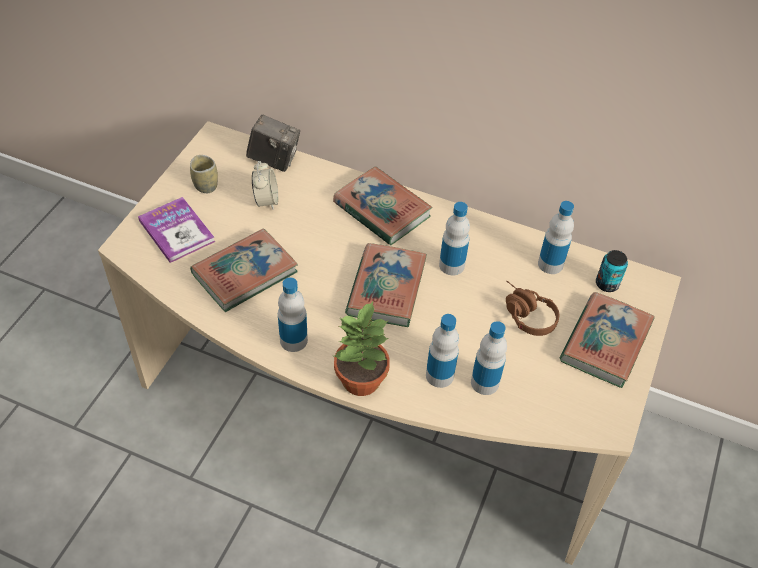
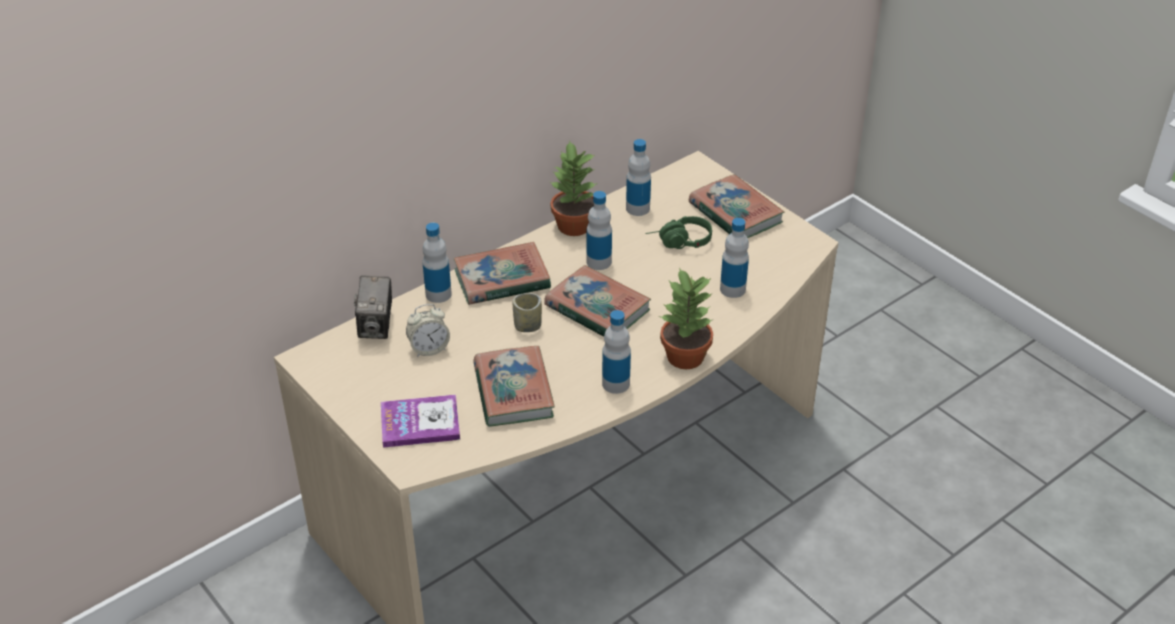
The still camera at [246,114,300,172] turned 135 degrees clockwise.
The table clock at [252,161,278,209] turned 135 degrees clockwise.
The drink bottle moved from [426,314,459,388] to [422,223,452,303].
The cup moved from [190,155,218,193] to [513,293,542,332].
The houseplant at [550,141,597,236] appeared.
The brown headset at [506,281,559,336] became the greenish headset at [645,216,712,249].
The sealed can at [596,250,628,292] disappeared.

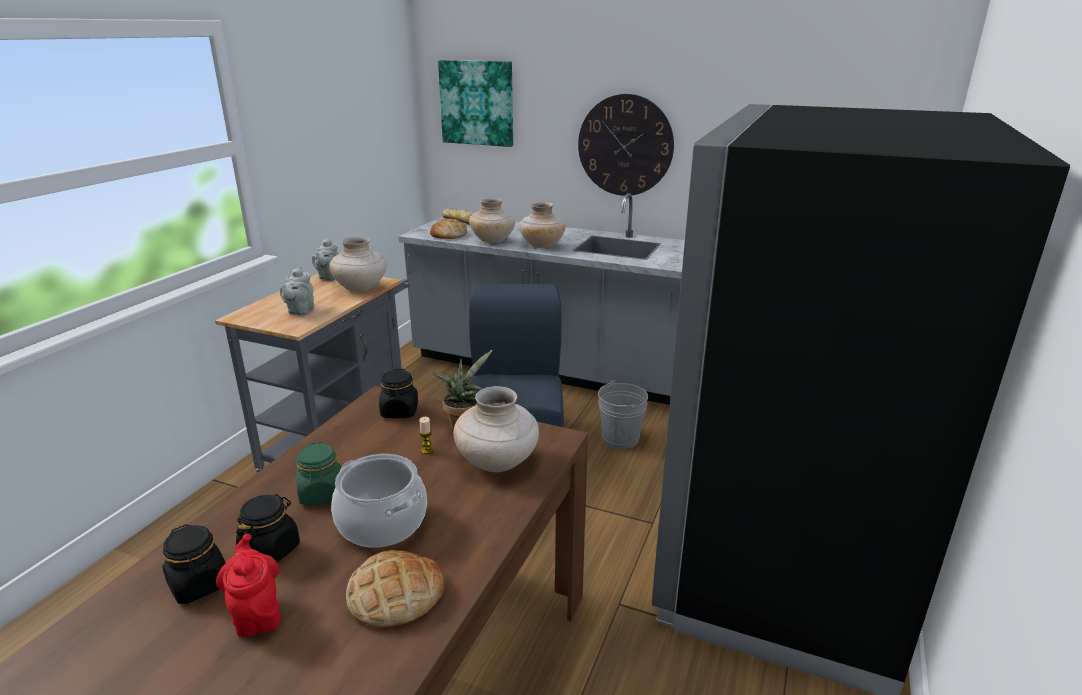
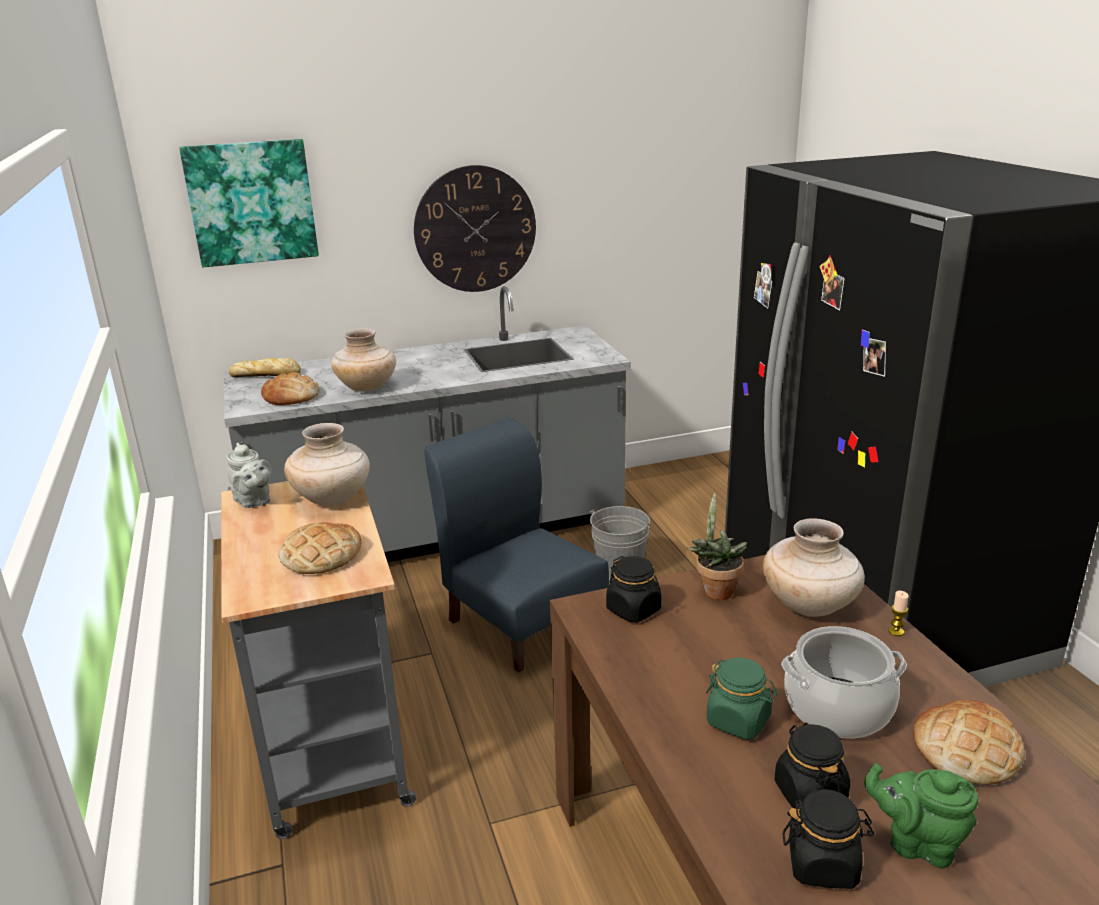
The greyish pot for tea at [280,267,314,316] was replaced by the baked bread at [279,522,361,574].
The red pot for tea at [216,534,281,637] became the greenish pot for tea at [864,763,978,868].
The wax candle moved from [419,417,433,454] to [888,591,909,636].
The beige decorative vase at [519,202,566,248] disappeared.

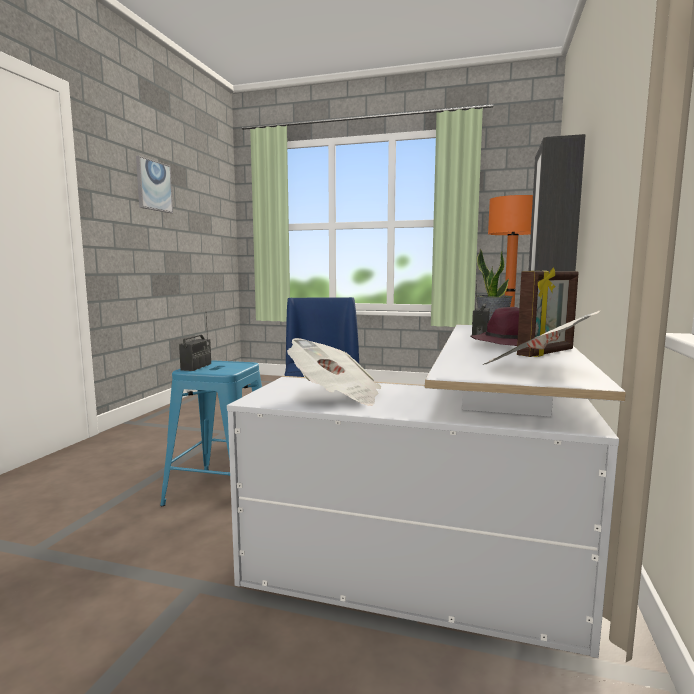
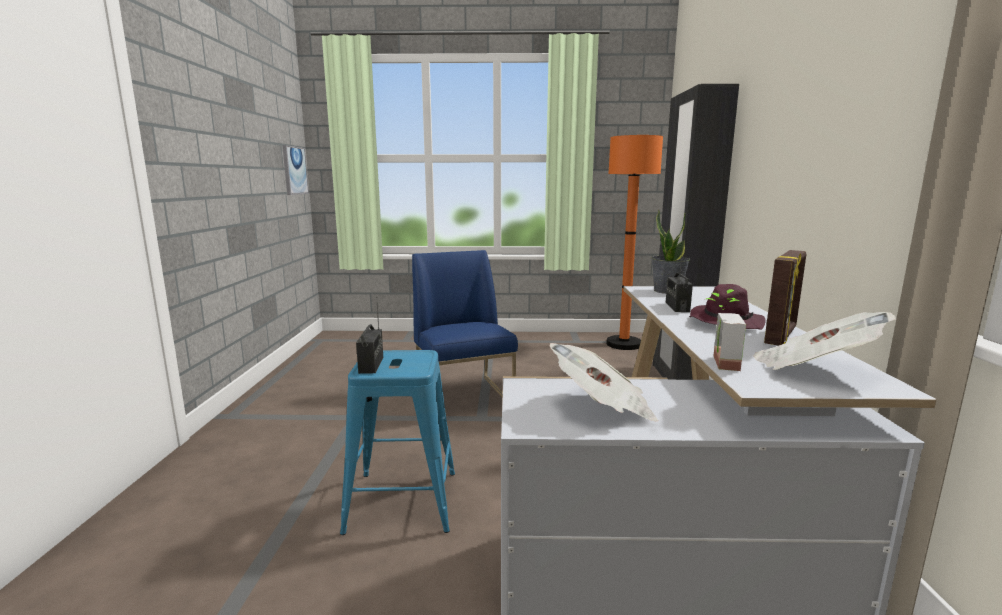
The picture moved from [136,156,173,213] to [282,145,309,195].
The houseplant at [706,289,746,371] appeared.

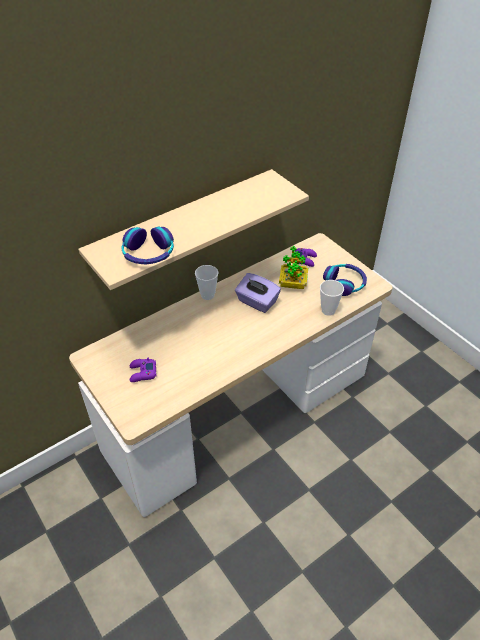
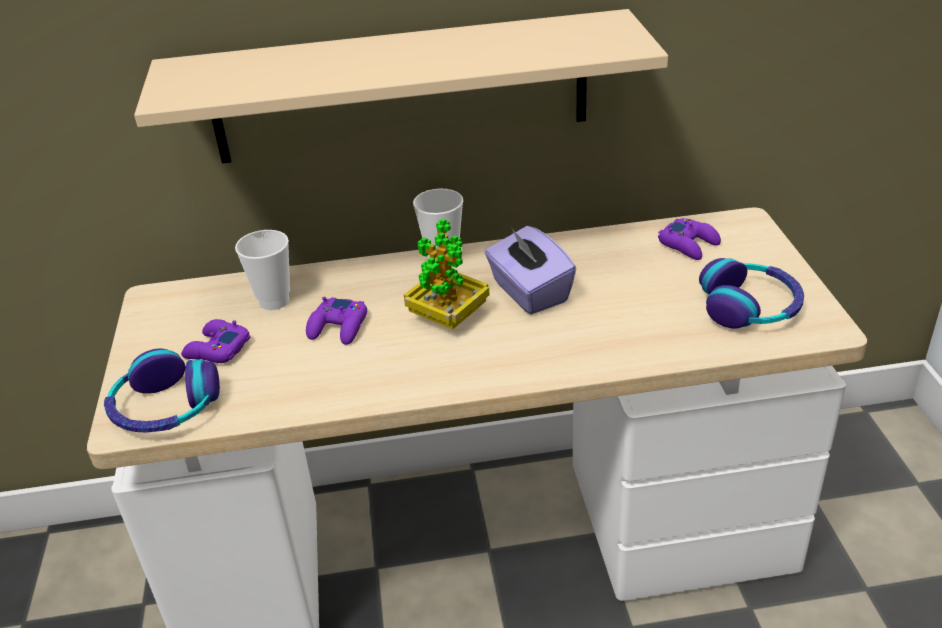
The headset moved from [122,227,174,264] to [104,349,220,432].
The cup moved from [320,280,344,316] to [235,230,290,310].
The purple-coloured game controller at [306,297,367,345] appeared.
The houseplant moved from [279,246,308,289] to [404,218,489,329].

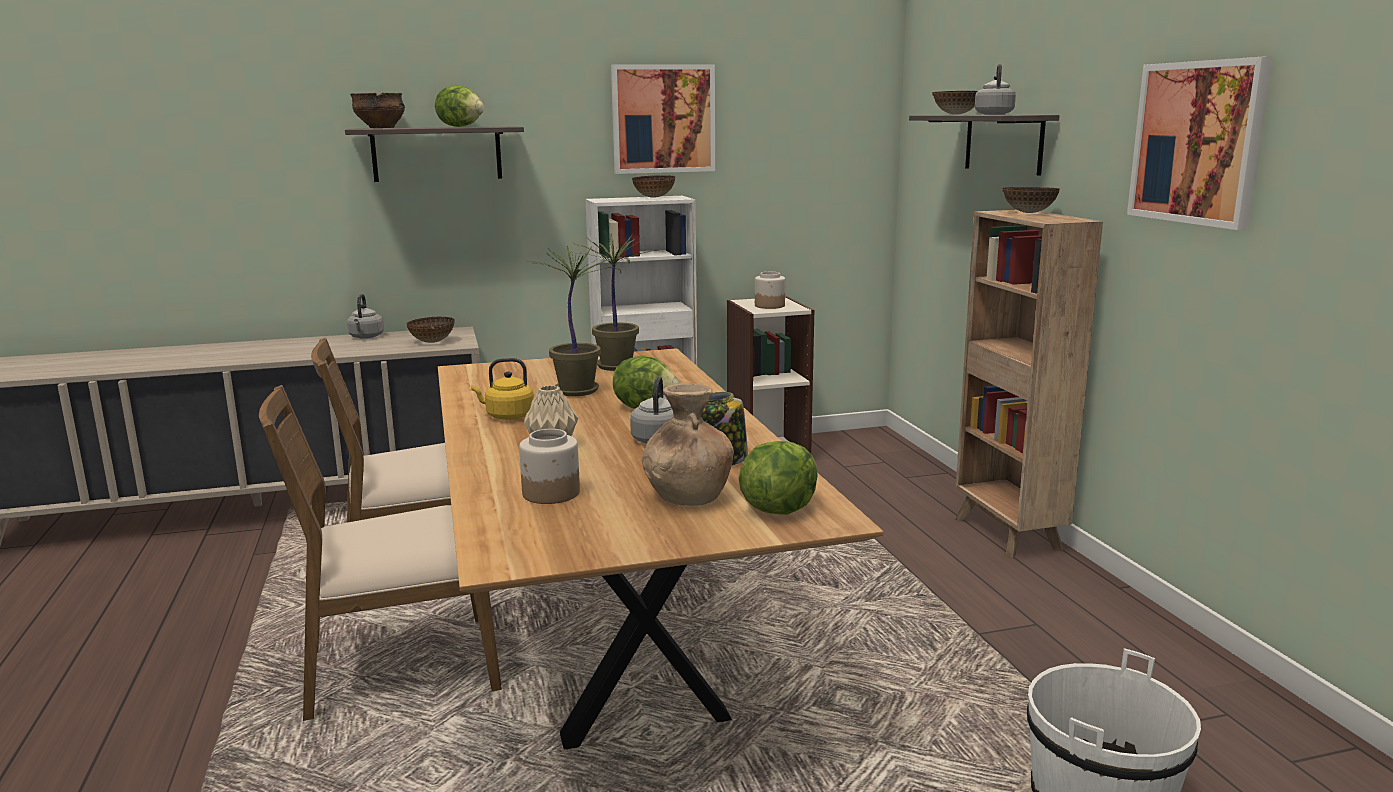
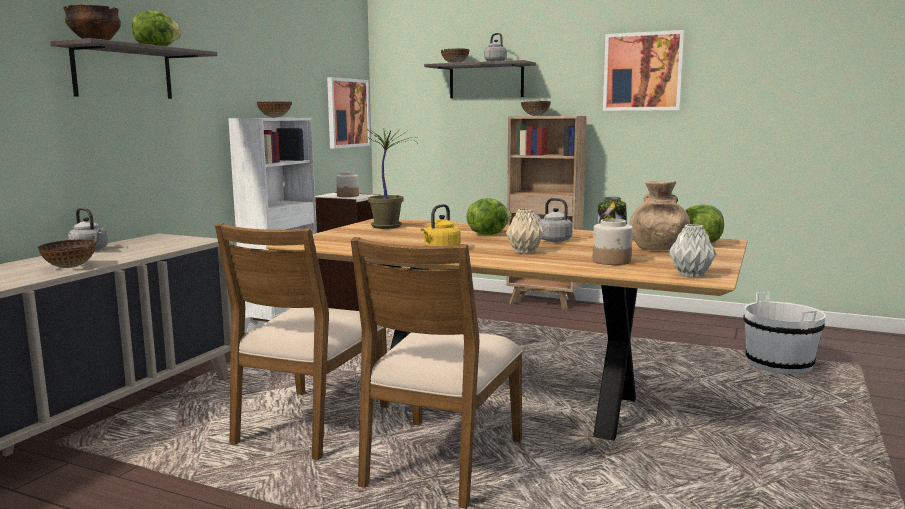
The serving bowl moved from [407,317,455,343] to [38,239,96,268].
The picture moved from [611,64,715,174] to [327,77,370,149].
The greyish decorative vase at [669,224,716,277] appeared.
The houseplant at [528,246,621,396] disappeared.

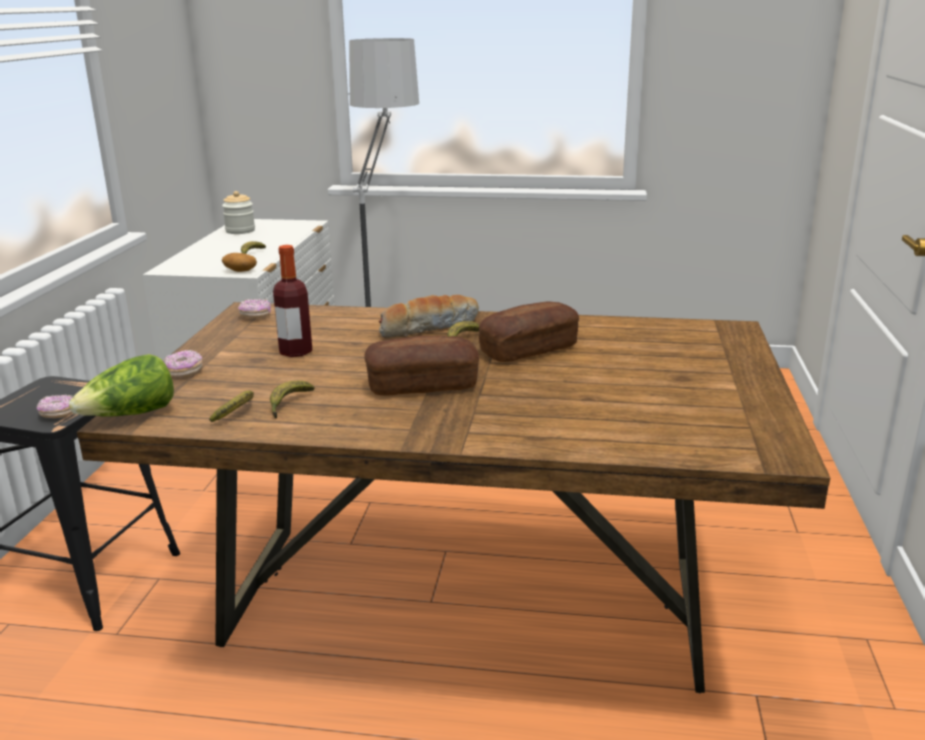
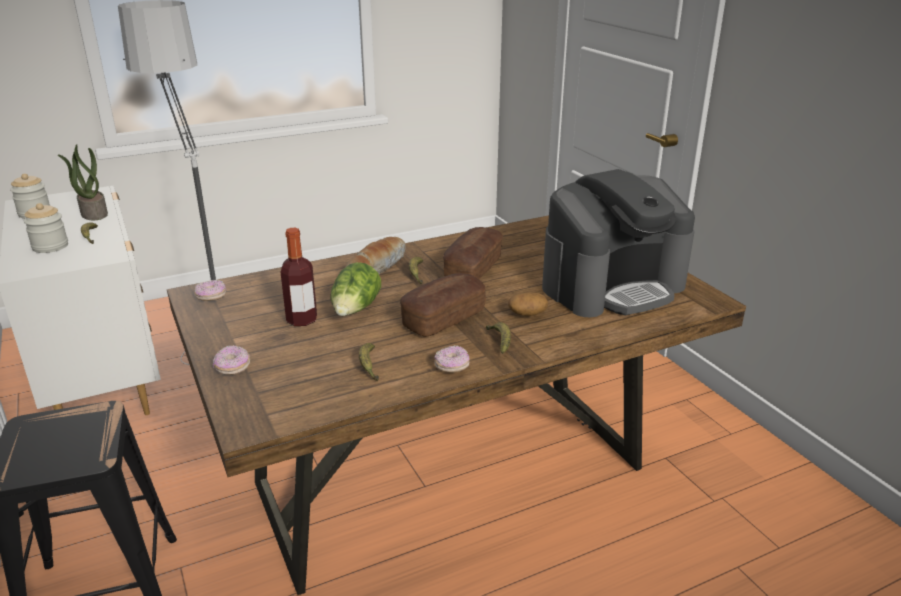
The preserve jar at [24,203,68,253] appeared.
The houseplant at [58,144,108,220] appeared.
The head of lettuce moved from [69,354,174,417] to [330,262,381,316].
The ring doughnut moved from [37,395,73,418] to [434,345,469,373].
The whole banana moved from [209,391,254,422] to [486,322,511,354].
The potato moved from [222,253,257,272] to [508,293,548,316].
The coffee brewer at [542,169,695,317] appeared.

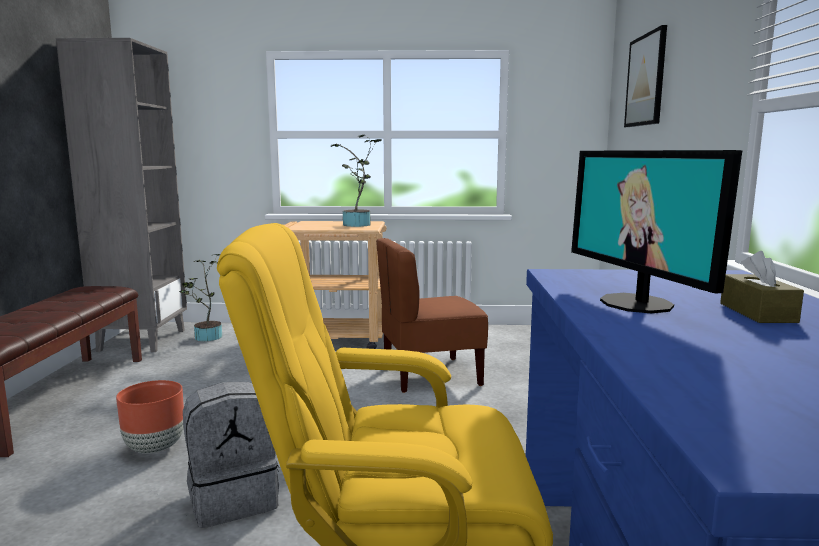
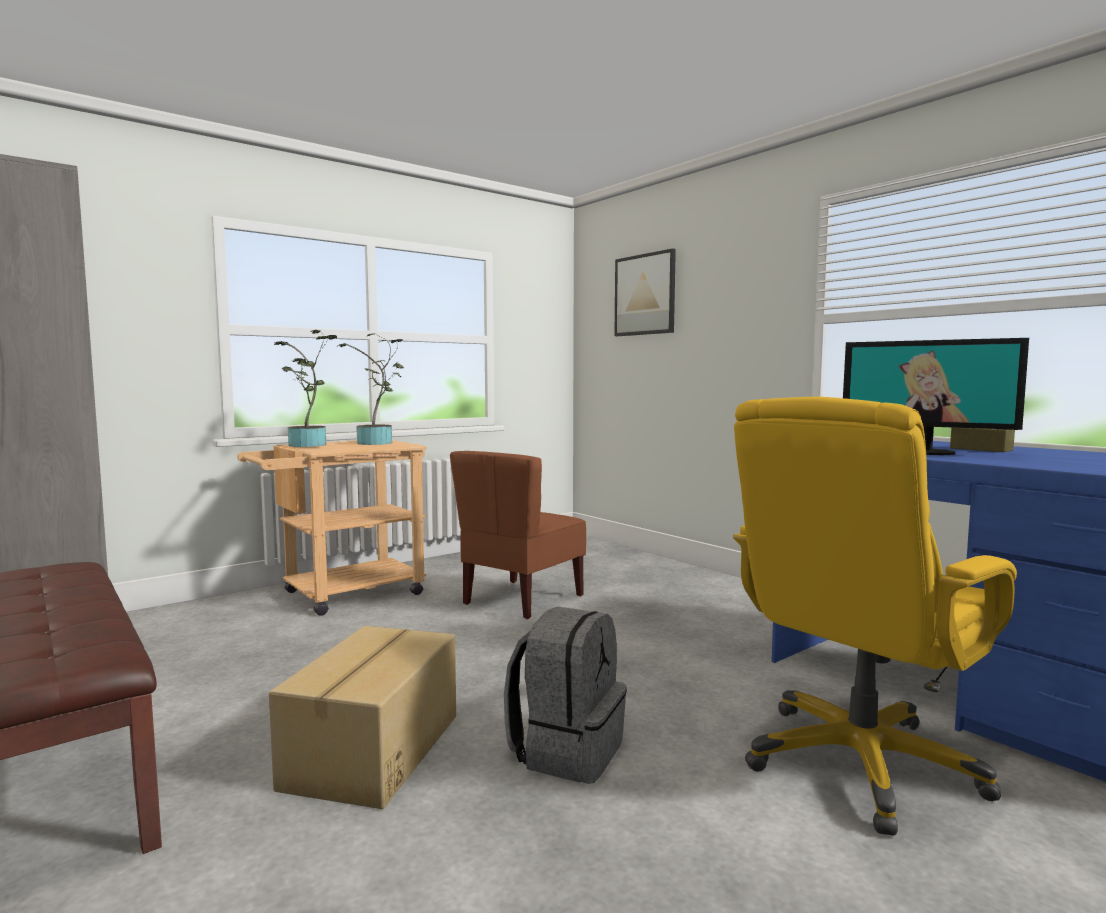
The brown plant pot at [116,380,184,454] was replaced by the packing box at [269,626,456,809].
The houseplant moved from [179,254,222,341] to [274,330,337,447].

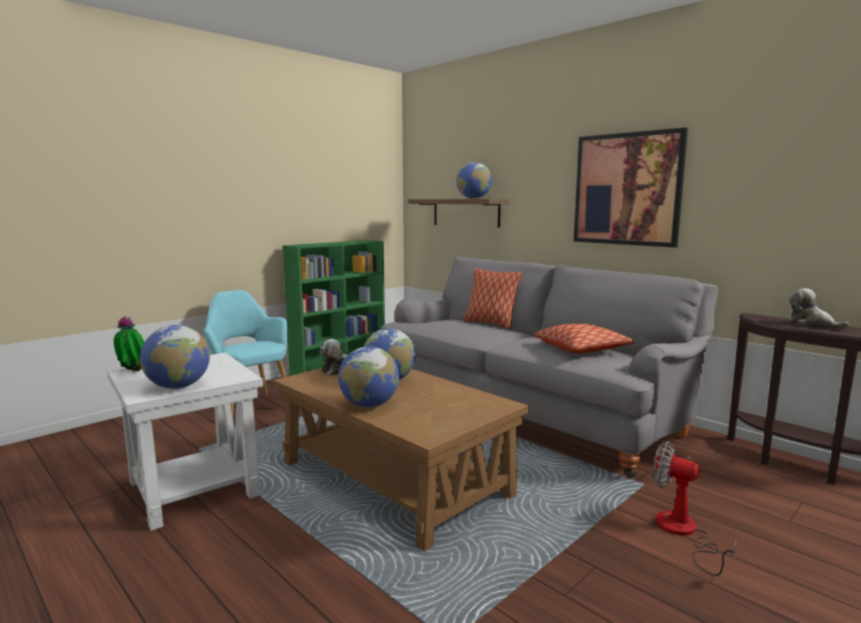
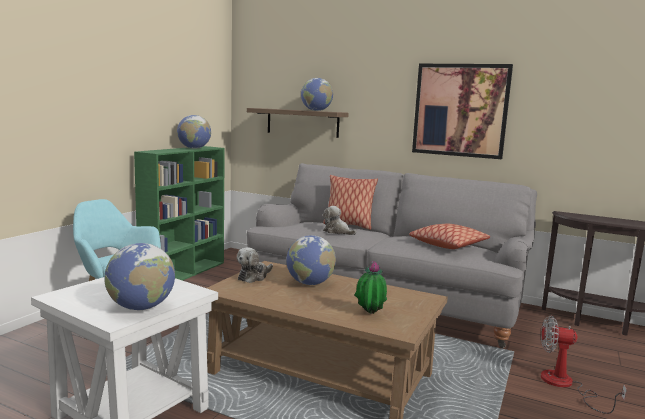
The desk globe moved from [338,347,399,408] to [177,115,211,149].
The cuddly toy moved from [787,288,849,330] to [323,206,356,235].
The houseplant moved from [114,316,144,371] to [354,261,387,314].

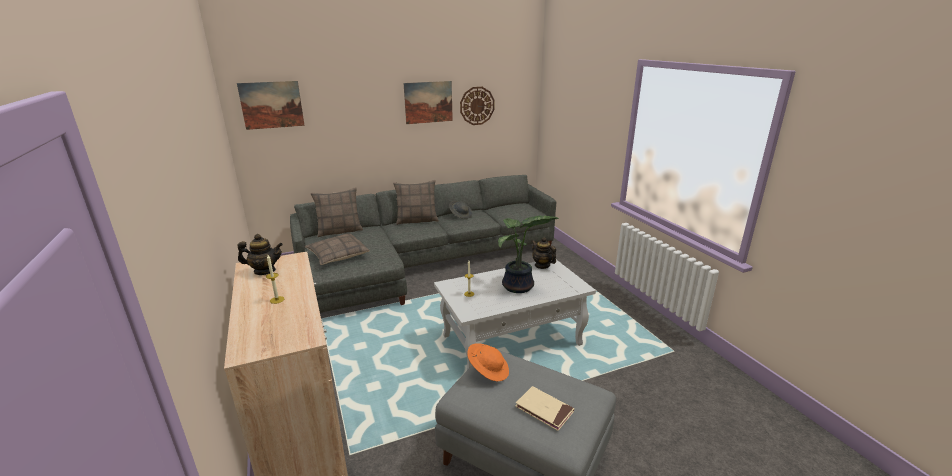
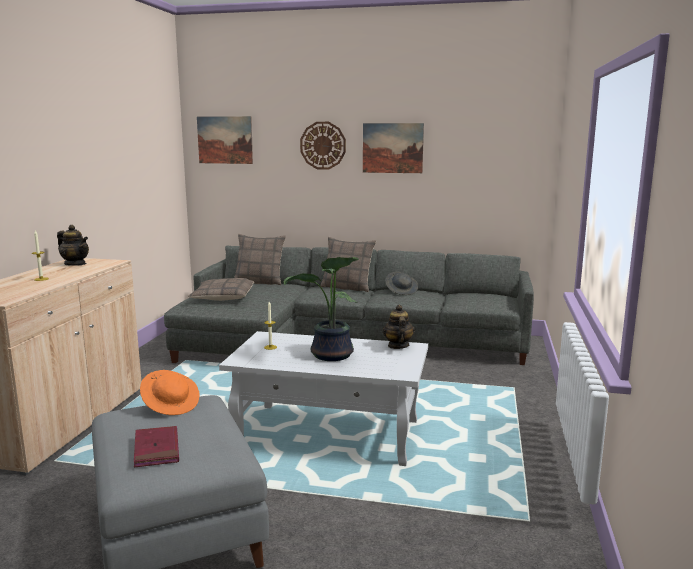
The beige volume at [515,386,574,431] became the red volume at [134,426,179,468].
The wall clock moved from [460,87,494,125] to [300,122,346,170].

